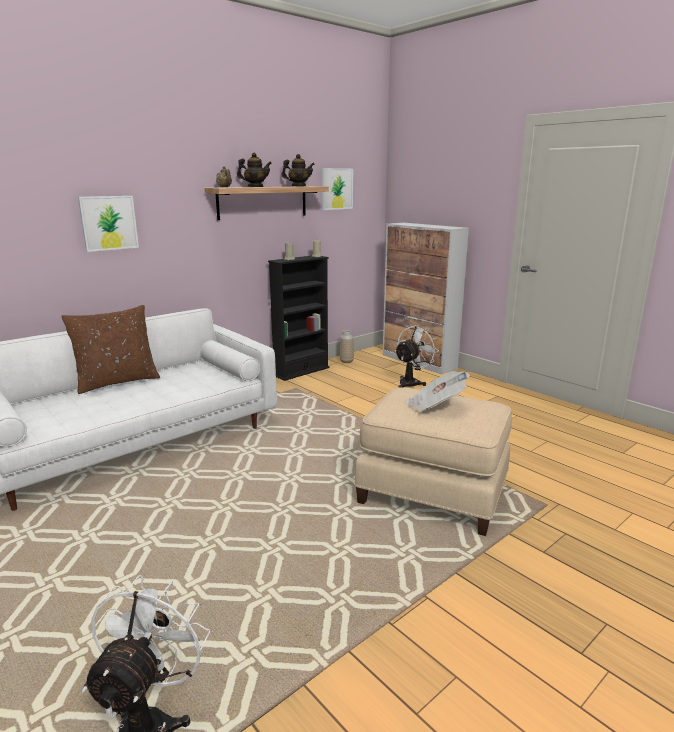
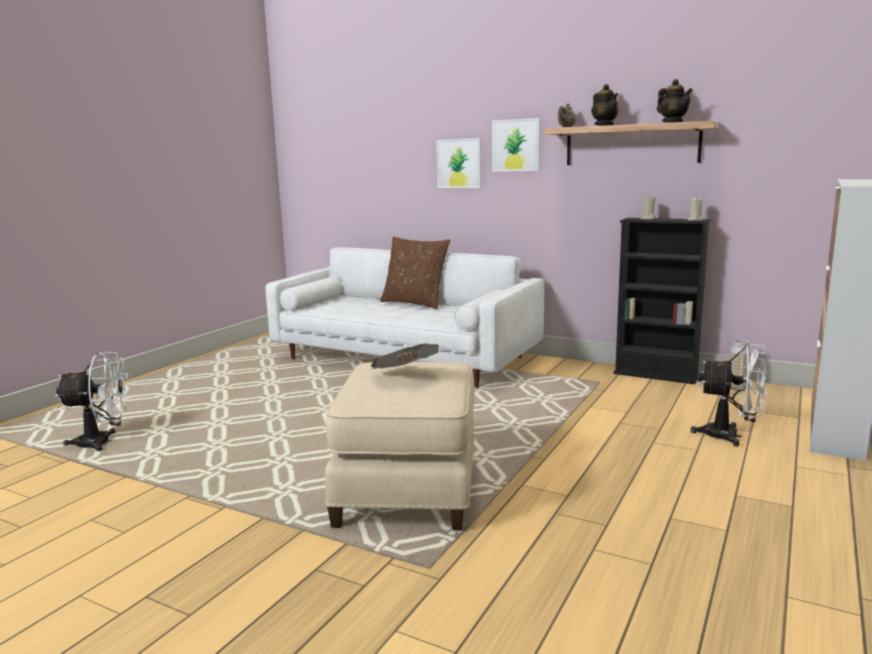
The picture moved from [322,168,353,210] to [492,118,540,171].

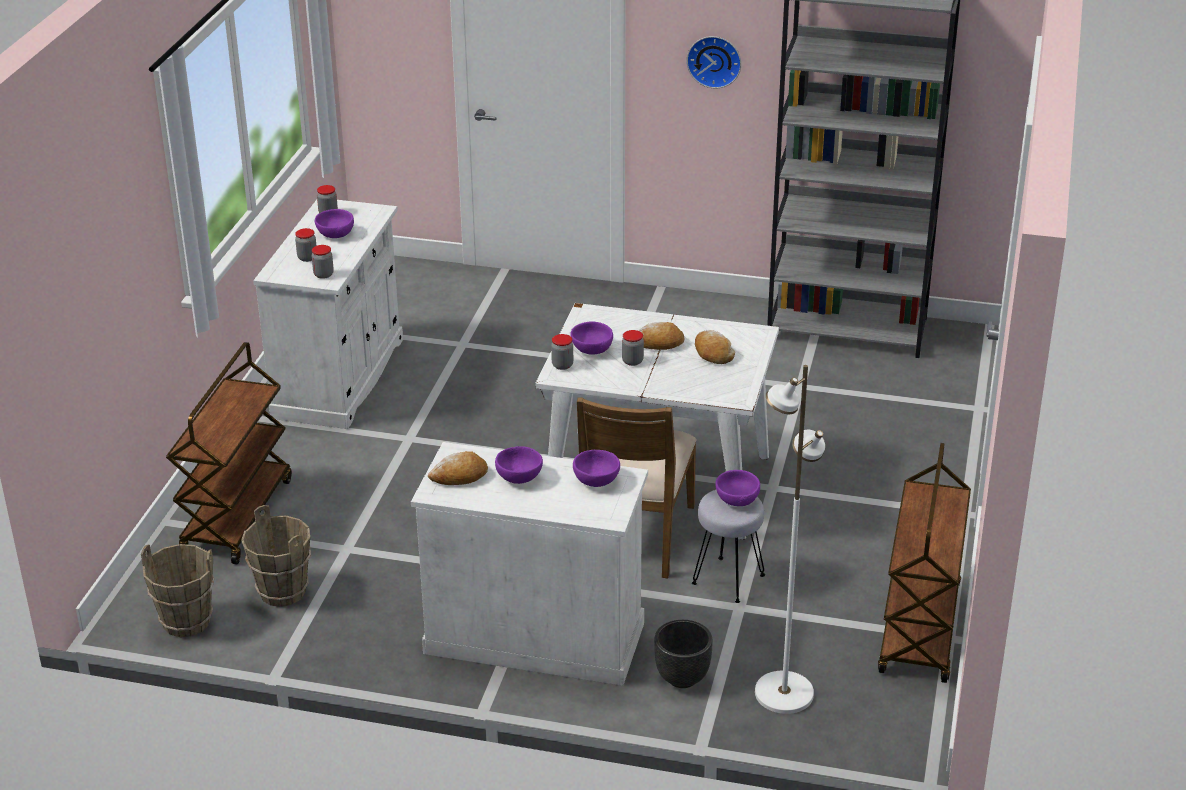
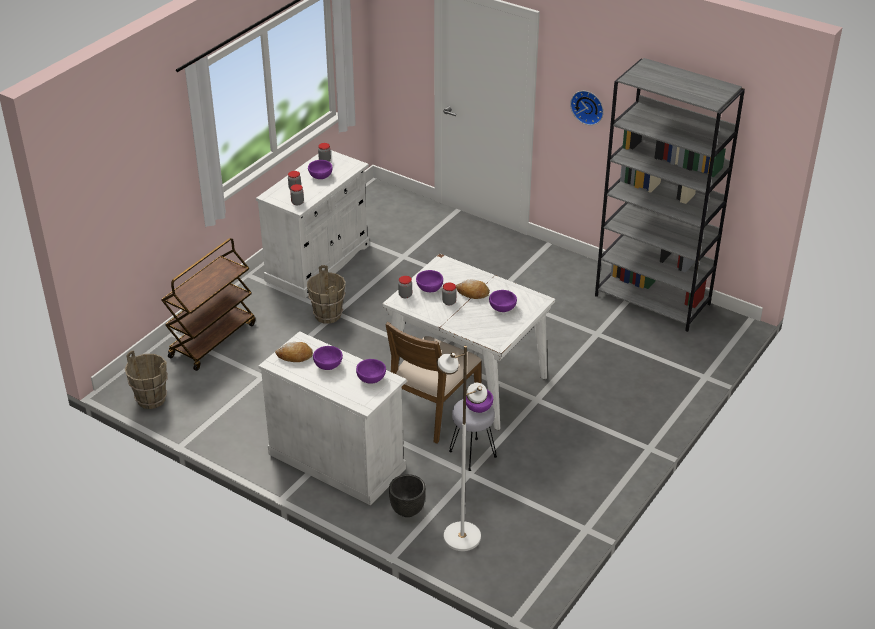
The brown bucket moved from [241,505,311,607] to [307,265,346,324].
The baked bread at [695,330,735,364] was replaced by the purple-coloured serving bowl at [489,290,517,312].
The brown wheeled cart at [878,443,971,683] disappeared.

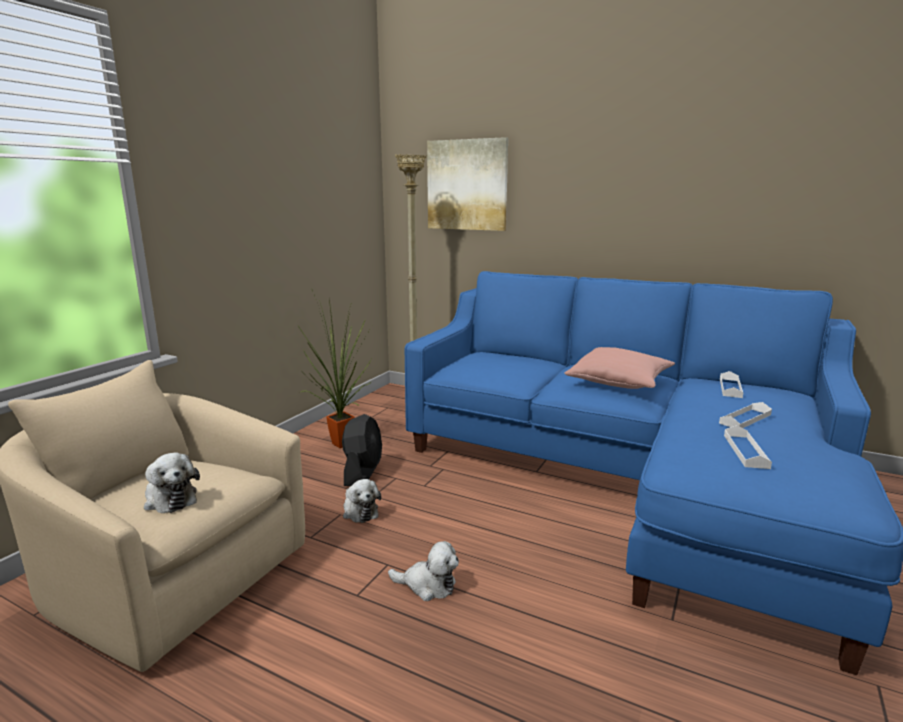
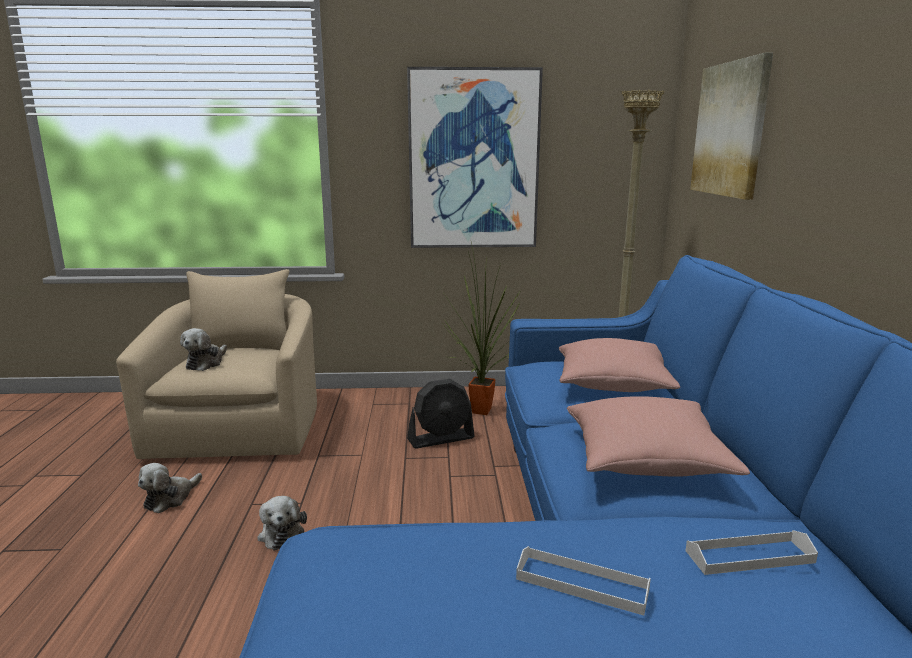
The cuddly toy moved from [343,479,381,523] to [138,463,202,513].
The picture at [407,67,543,248] appeared.
The pink throw pillow at [559,338,680,392] appeared.
The whitish serving tray at [724,425,772,469] disappeared.

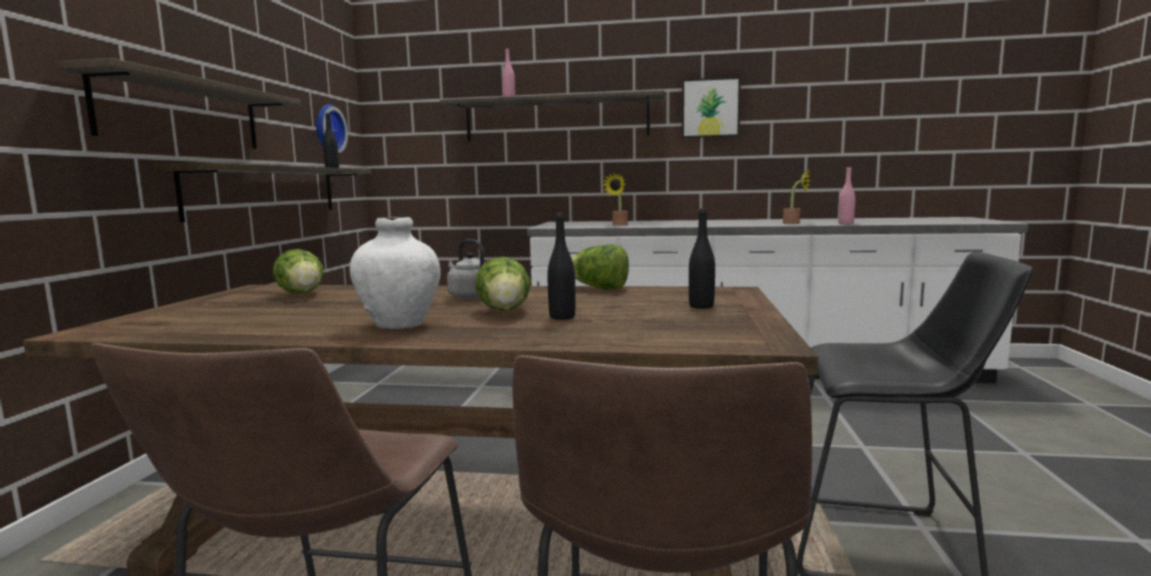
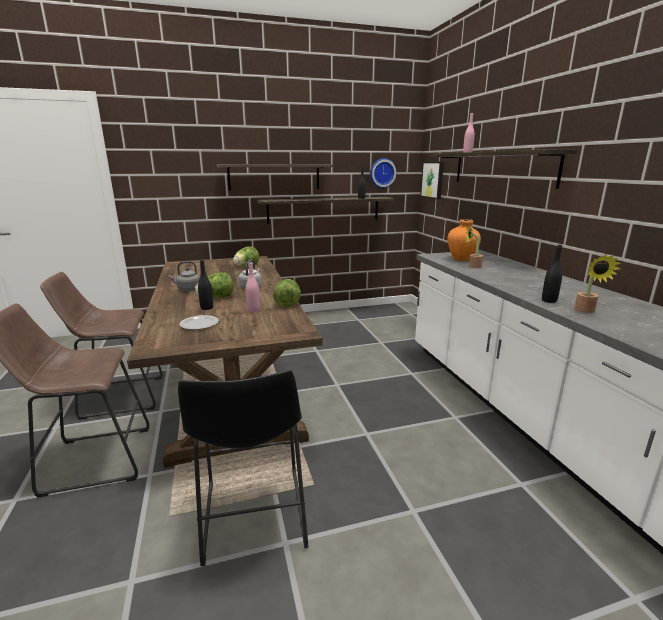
The whitish decorative vase at [350,217,440,329] was replaced by the greyish water kettle at [169,261,200,291].
The dinner plate at [179,315,219,330] appeared.
The pink drink bottle moved from [838,166,855,224] to [246,261,260,312].
The picture moved from [682,77,741,138] to [420,162,444,199].
The orangey decorative vase at [447,219,481,261] appeared.
The black drink bottle moved from [689,208,715,309] to [542,244,562,303].

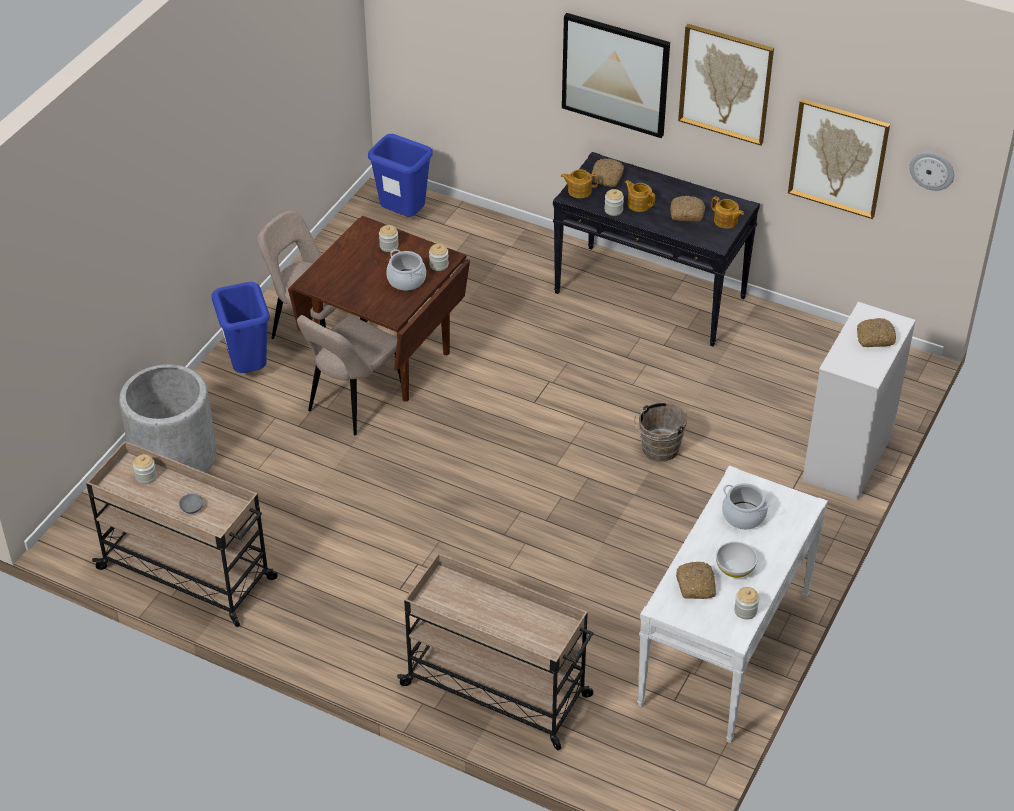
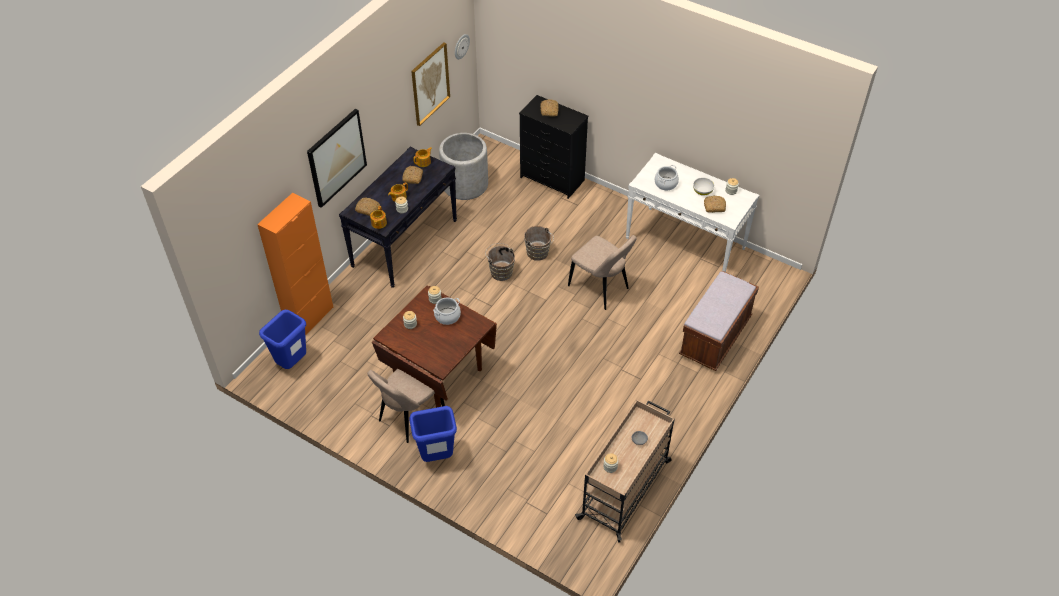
The orangey cabinet at [257,193,333,336] appeared.
The greyish plant pot moved from [119,364,216,473] to [439,133,488,200].
The brown bucket at [485,243,515,281] appeared.
The whitish chest of drawers at [802,302,916,501] became the black chest of drawers at [519,95,589,199].
The beige plain chair moved from [297,315,401,435] to [568,235,637,310].
The beige wheeled cart at [397,553,593,750] was replaced by the brown long seat at [679,271,759,371].
The picture at [678,24,774,146] disappeared.

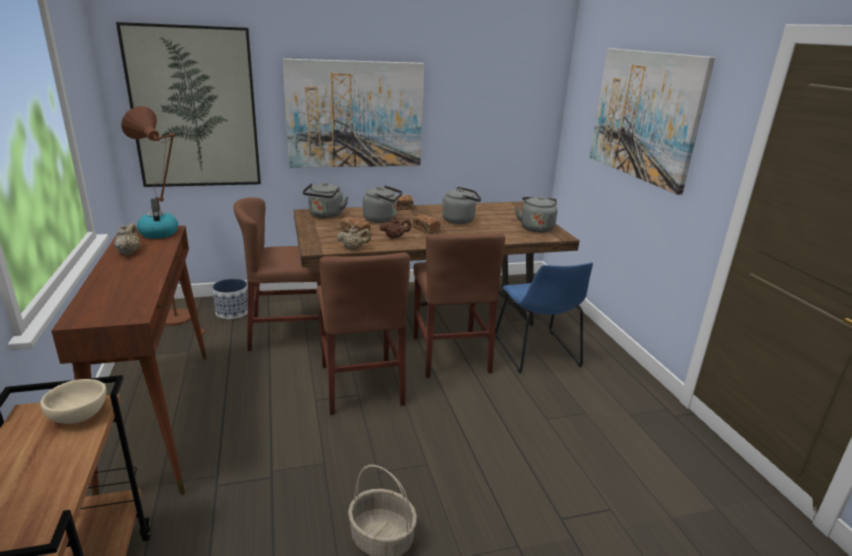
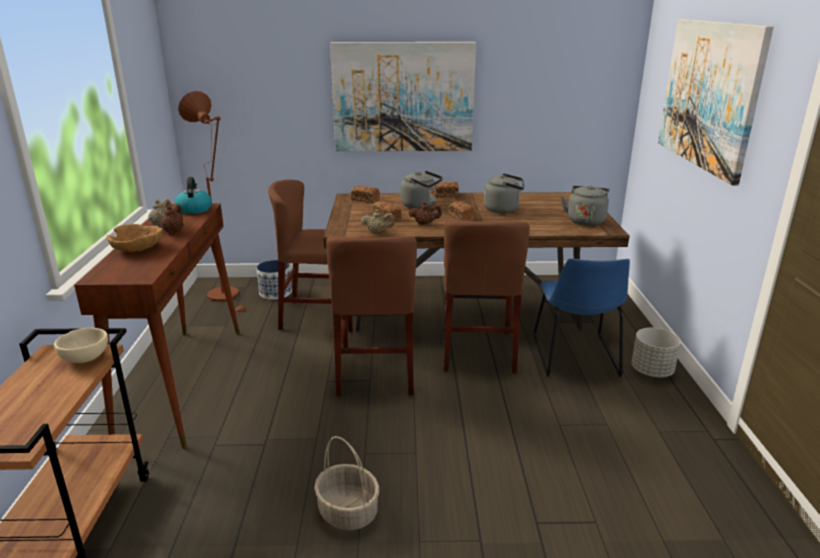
The brown serving bowl at [107,224,163,252] appeared.
The brown pot for tea at [160,204,184,234] appeared.
The greyish water kettle at [303,182,348,218] was replaced by the baked bread at [351,186,380,203].
The greyish plant pot at [631,328,681,377] appeared.
The picture at [116,22,261,187] disappeared.

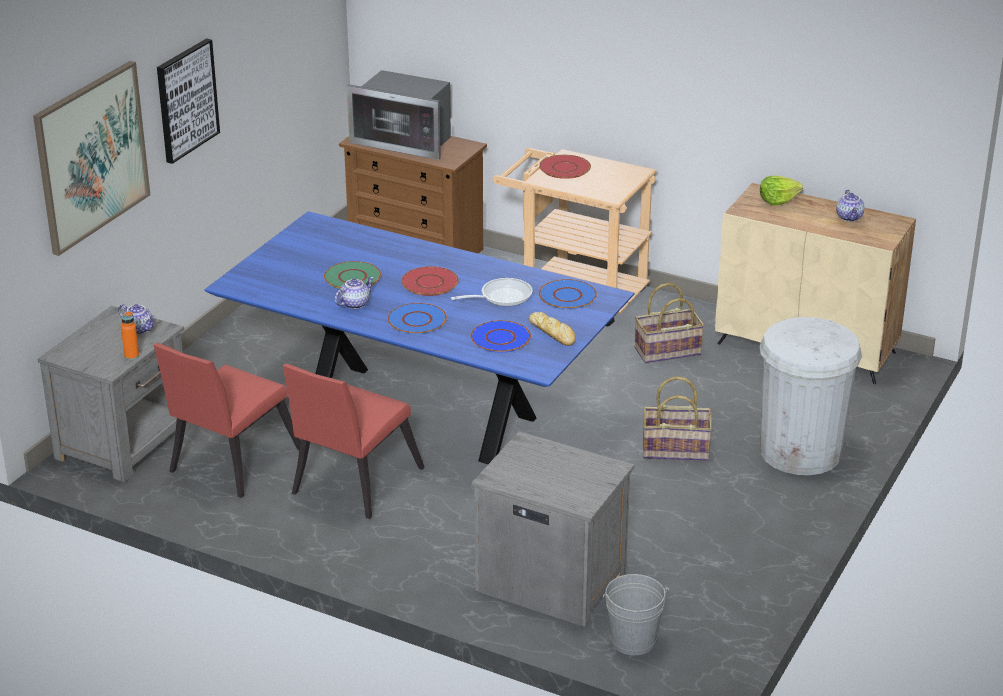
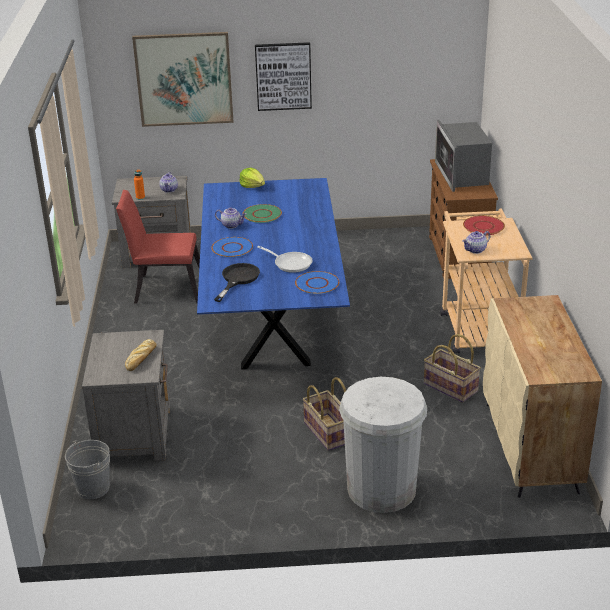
The baked bread moved from [529,312,576,346] to [125,339,157,371].
The blue dinner plate at [471,320,531,353] was replaced by the black skillet at [214,263,260,302].
The head of lettuce moved from [760,176,803,206] to [240,167,265,188].
The pot for tea moved from [836,190,865,222] to [462,231,490,254].
The red plain chair at [283,363,425,519] disappeared.
The red dinner plate at [401,266,459,296] disappeared.

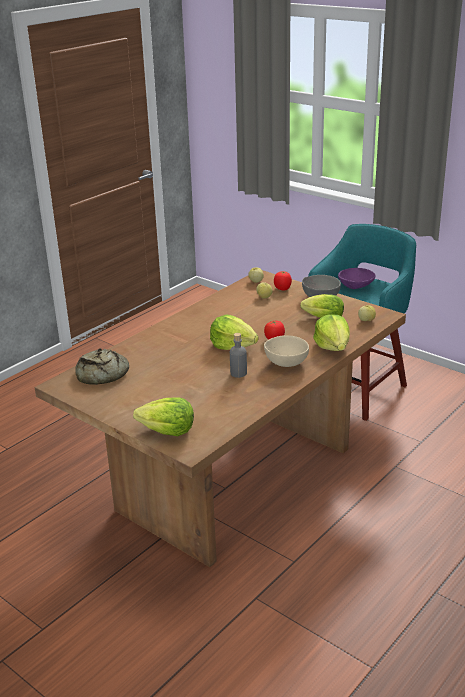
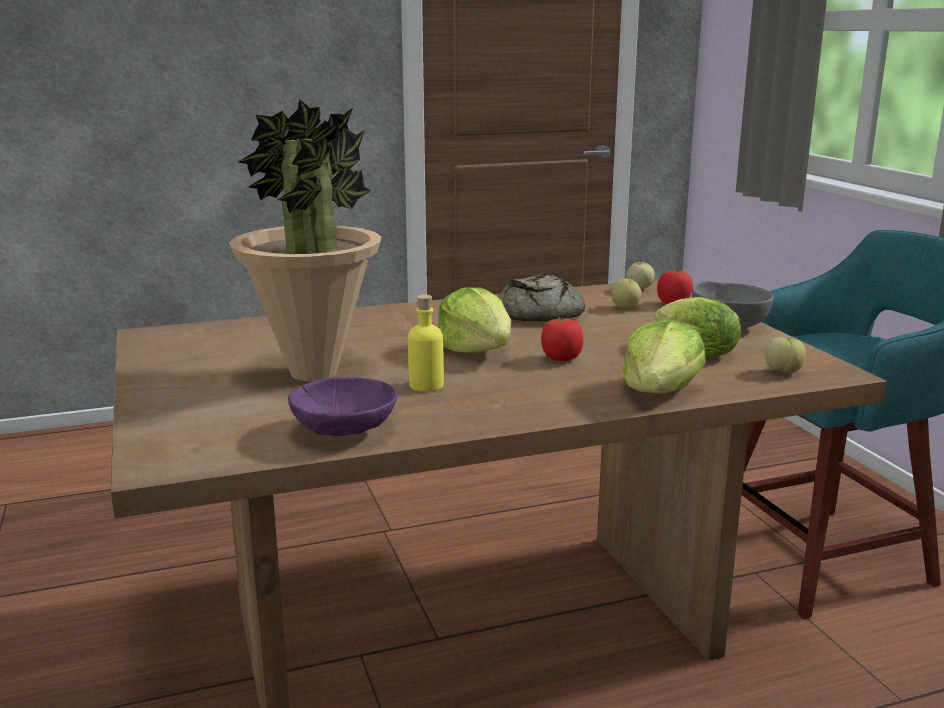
The houseplant at [229,98,381,381] appeared.
The purple-coloured serving bowl moved from [338,268,375,289] to [288,377,398,436].
The greyish drink bottle at [230,333,247,378] became the yellow drink bottle at [408,295,444,392].
The baked bread moved from [75,348,129,385] to [498,273,586,322].
The head of lettuce at [133,397,194,436] disappeared.
The beige serving bowl at [264,335,309,367] disappeared.

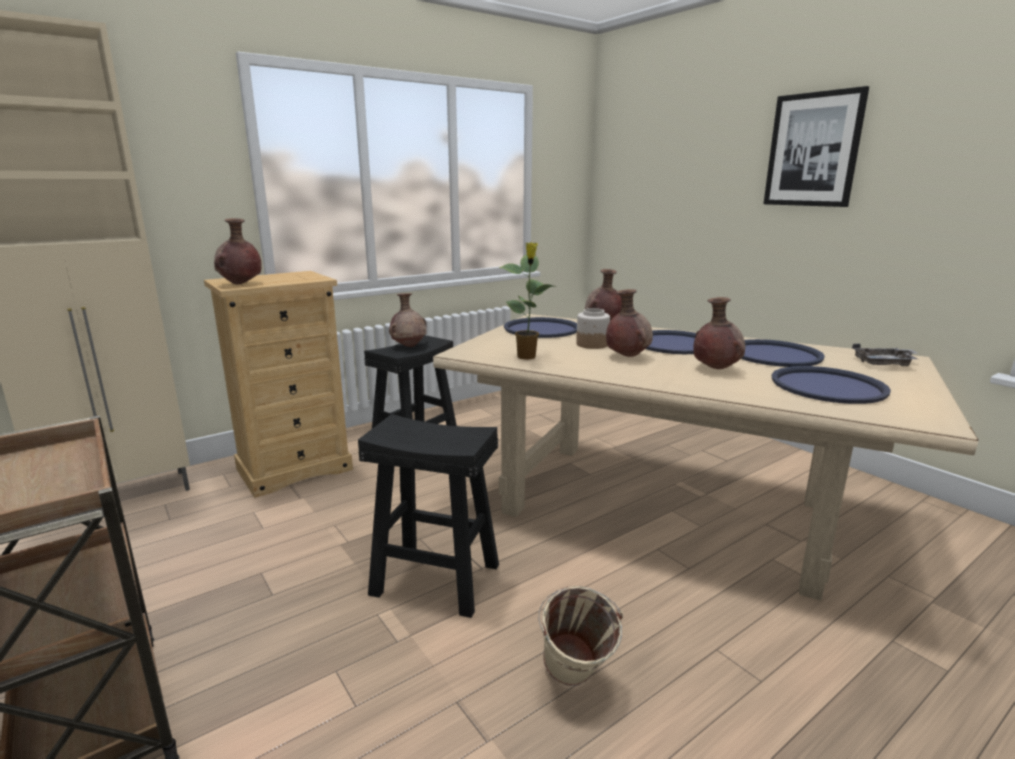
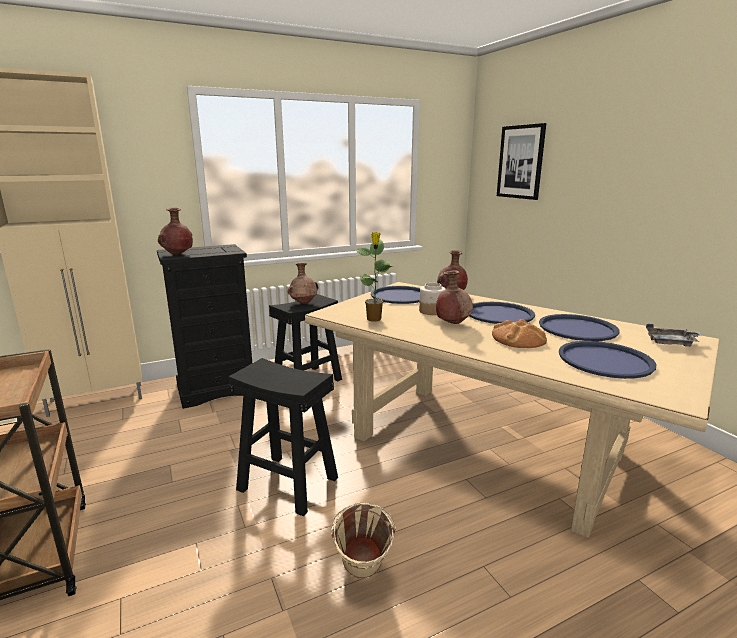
The beige chest of drawers at [204,271,353,498] became the black chest of drawers at [157,244,252,409].
The brown decorative vase at [693,297,745,369] was replaced by the baked bread at [492,319,547,348].
The picture moved from [763,86,869,207] to [497,123,546,200].

